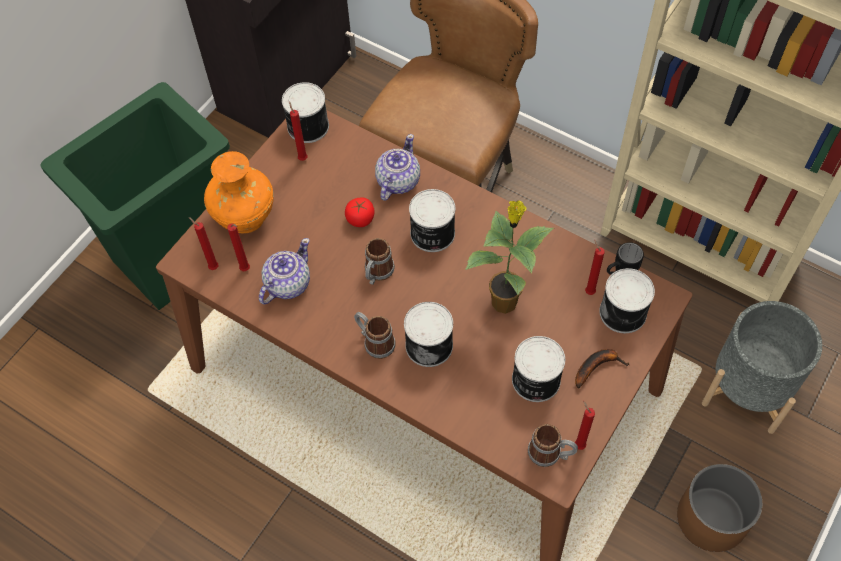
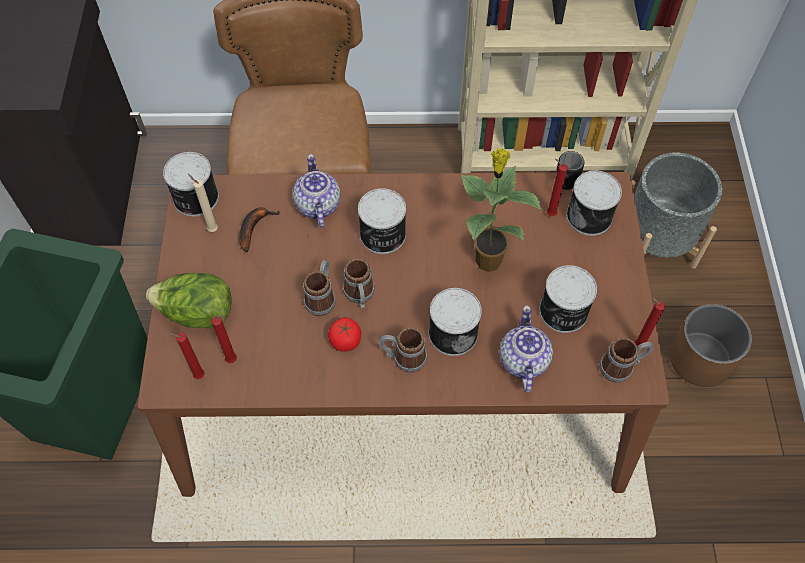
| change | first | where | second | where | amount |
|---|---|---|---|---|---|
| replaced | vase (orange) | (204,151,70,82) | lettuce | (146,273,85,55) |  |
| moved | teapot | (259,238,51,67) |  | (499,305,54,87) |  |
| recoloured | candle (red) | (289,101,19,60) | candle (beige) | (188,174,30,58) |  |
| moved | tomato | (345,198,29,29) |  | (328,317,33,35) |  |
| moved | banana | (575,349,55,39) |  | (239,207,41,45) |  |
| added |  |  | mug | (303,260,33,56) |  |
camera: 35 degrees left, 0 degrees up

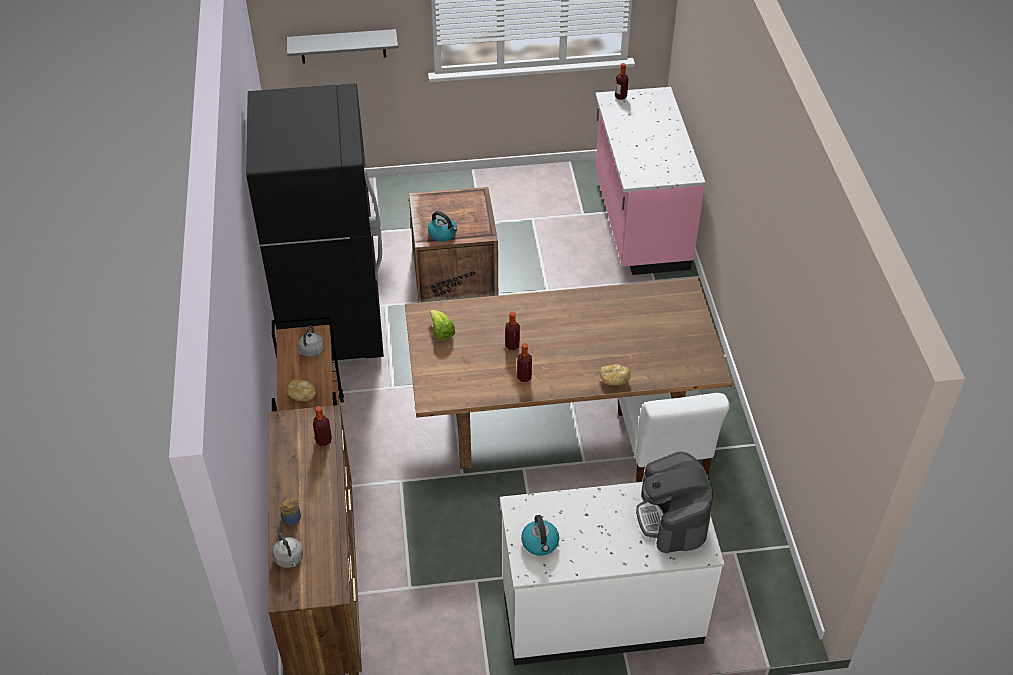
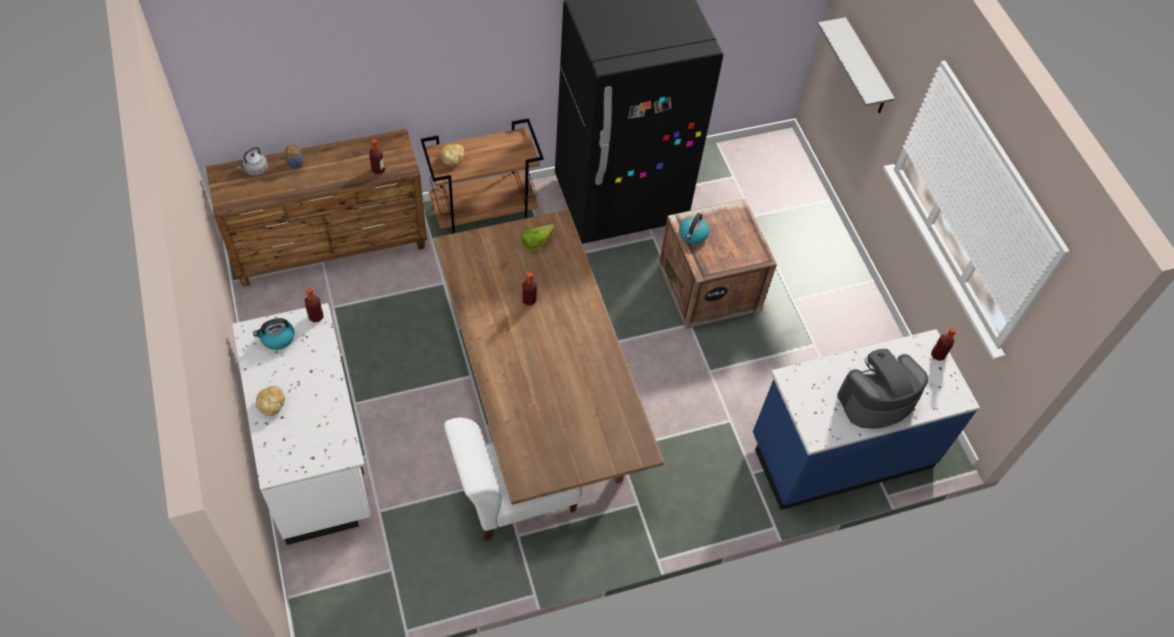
| change | first | where | second | where | amount |
|---|---|---|---|---|---|
| removed | kettle (grey) | (299,325,25,32) |  |  |  |
| moved | bottle | (517,343,15,39) |  | (305,288,19,34) |  |
| recoloured | counter (pink) | (595,87,110,188) | counter (blue) | (753,329,227,181) |  |
| moved | bread | (600,364,31,21) |  | (256,386,29,30) |  |
| moved | coffee machine | (636,452,77,101) |  | (837,349,91,80) |  |
camera: 75 degrees right, 10 degrees up

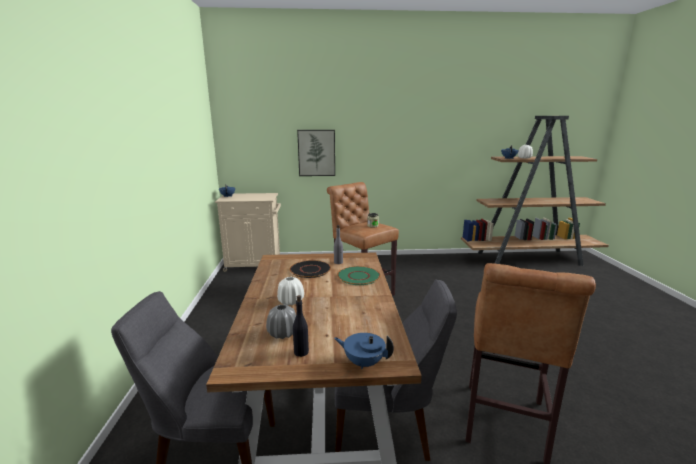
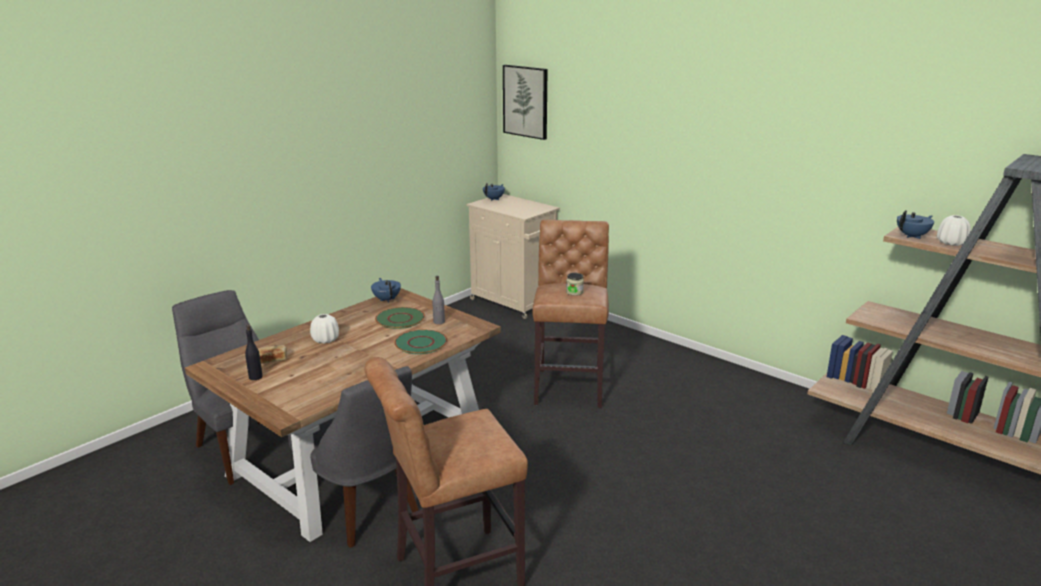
| change | first | where | second | where | amount |
|---|---|---|---|---|---|
| replaced | vase (grey) | (266,304,30,35) | bread | (258,345,29,19) |  |
| recoloured | plate (black) | (290,260,41,18) | plate (green) | (375,307,50,22) |  |
| moved | picture | (297,130,38,46) |  | (503,65,45,75) |  |
| moved | teapot (blue) | (334,333,60,36) |  | (371,278,30,24) |  |
camera: 45 degrees right, 5 degrees up

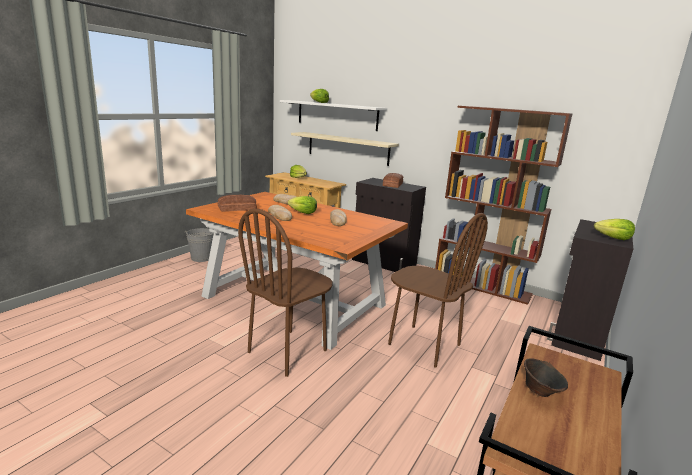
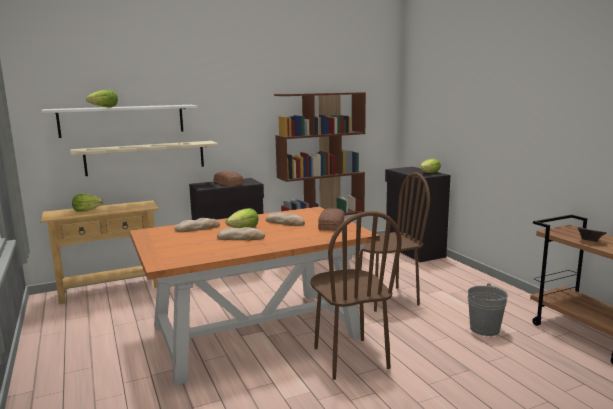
| change | first | where | second | where | amount |
|---|---|---|---|---|---|
| moved | bucket (grey) | (185,228,29,34) |  | (468,283,40,53) |  |
| moved | bread | (218,195,39,17) |  | (318,208,26,23) |  |
camera: 55 degrees left, 5 degrees down

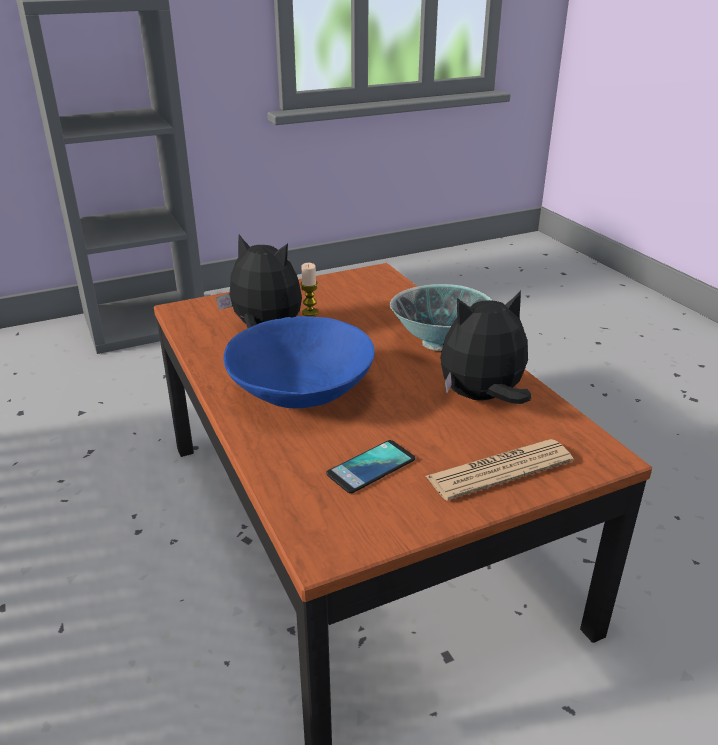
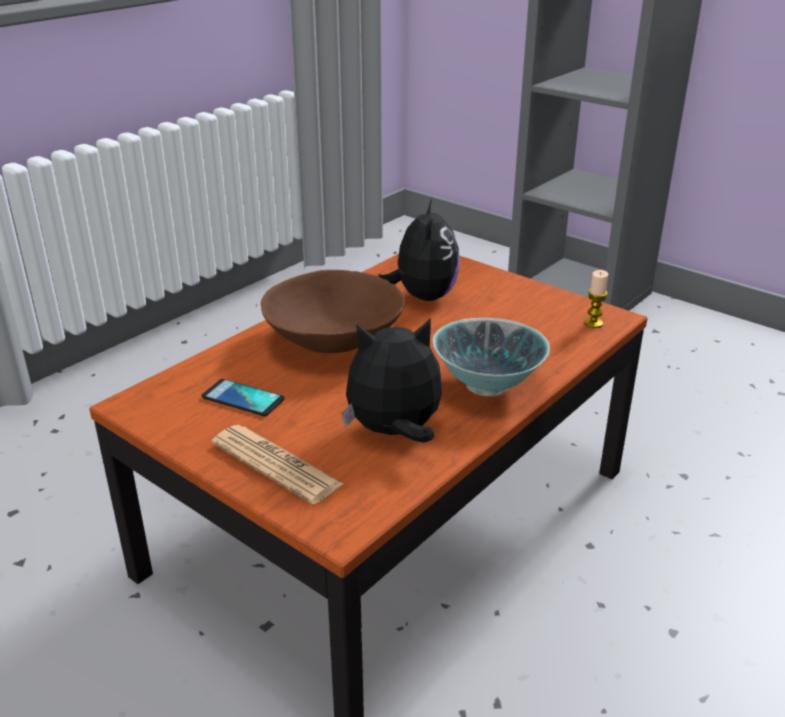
| change | first | where | second | where | amount |
|---|---|---|---|---|---|
| recoloured | bowl (blue) | (223,316,152,92) | bowl (brown) | (261,270,144,83) |  |
| moved | candle | (300,263,19,53) |  | (584,270,24,58) |  |
| turned | plush toy | (440,290,91,114) |  | (342,318,100,125) | 60 degrees counterclockwise |
camera: 65 degrees right, 0 degrees up

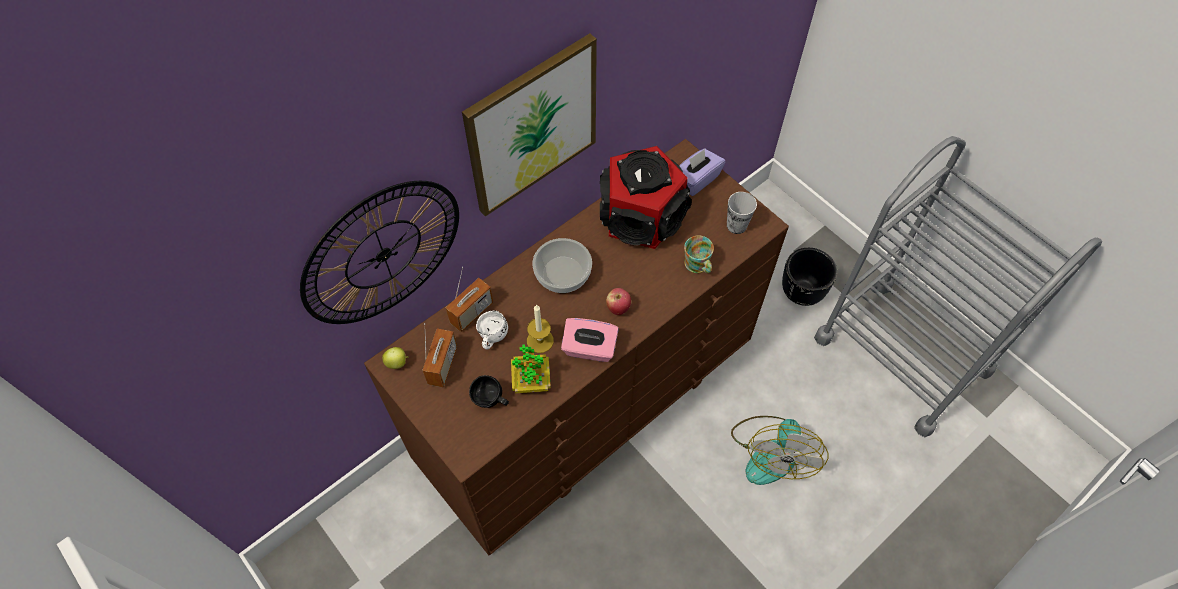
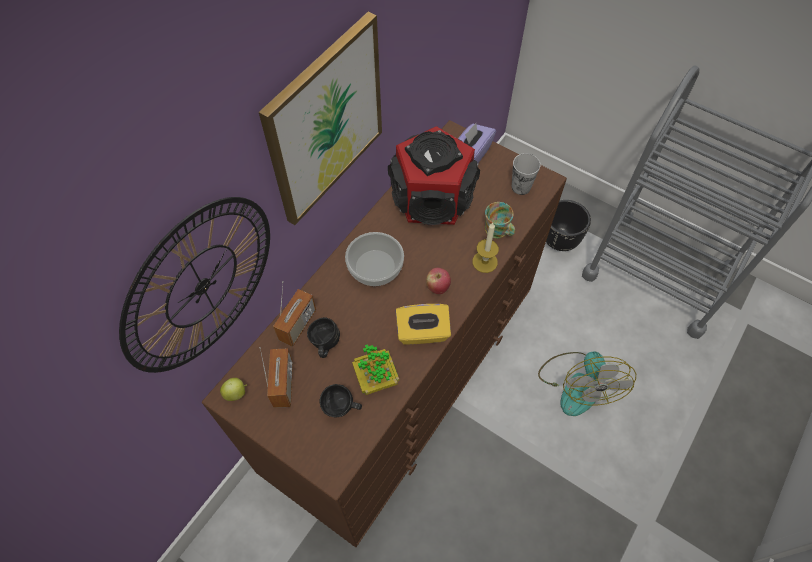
| change | first | where | second | where | amount |
|---|---|---|---|---|---|
| recoloured | mug (white) | (476,310,32,39) | mug (black) | (307,317,33,41) |  |
| moved | candle | (527,304,27,49) |  | (472,223,27,50) |  |
| recoloured | tissue box (pink) | (561,318,58,44) | tissue box (yellow) | (396,304,55,41) |  |
camera: 15 degrees left, 0 degrees up

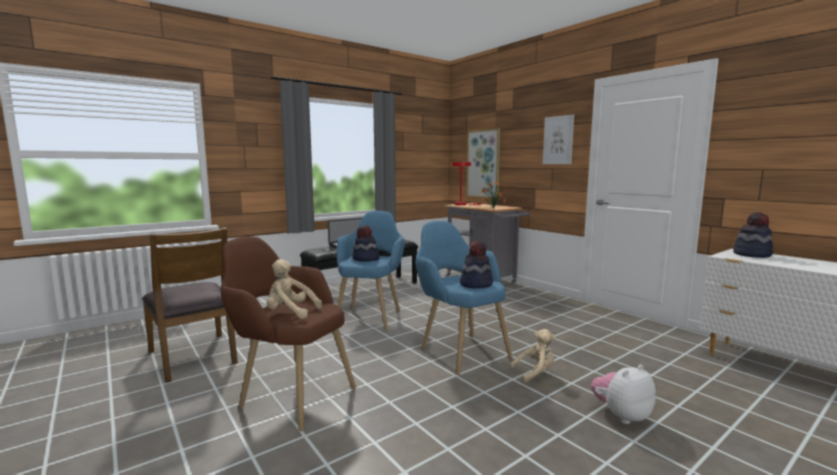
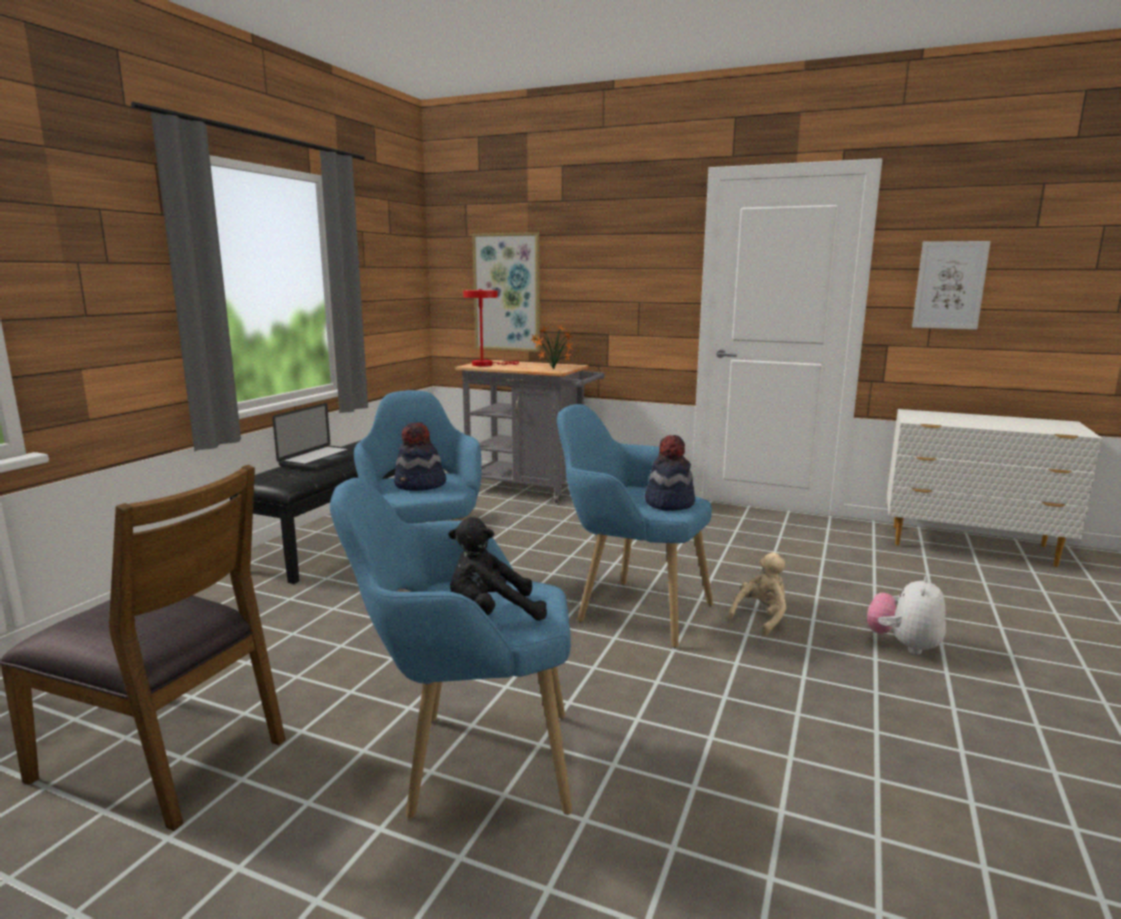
| change | first | where | second | where | amount |
|---|---|---|---|---|---|
| recoloured | armchair (brown) | (221,236,135,195) | armchair (blue) | (330,478,242,341) |  |
| recoloured | plush toy (beige) | (267,259,55,60) | plush toy (black) | (448,517,99,104) |  |
| moved | picture | (543,115,31,49) |  | (912,241,79,89) |  |
| removed | hat | (733,212,40,46) |  |  |  |
camera: 30 degrees left, 5 degrees up

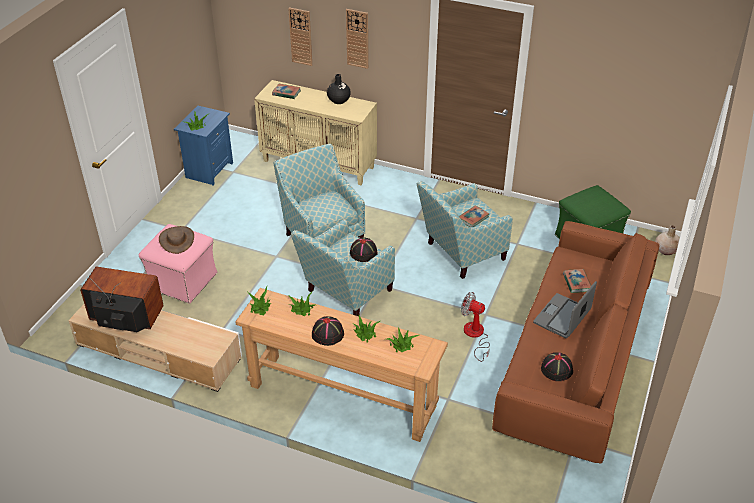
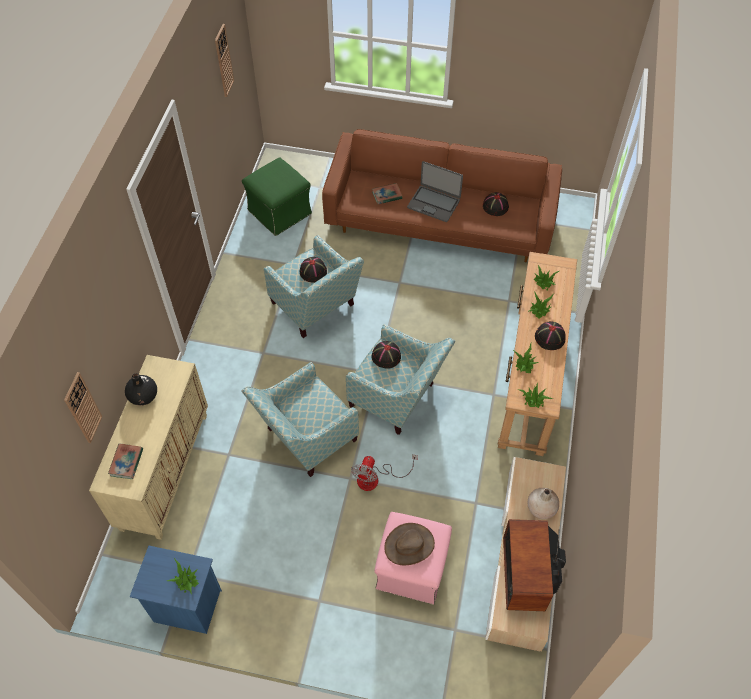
| change | first | where | second | where | amount |
|---|---|---|---|---|---|
| moved | wall clock | (346,9,22,60) |  | (215,24,19,73) |  |
| replaced | book | (459,206,30,21) | hat (black) | (300,257,27,26) |  |
| moved | fan | (461,292,29,70) |  | (351,454,67,37) |  |
| moved | vase (beige) | (655,225,25,30) |  | (528,488,31,31) |  |
camera: 100 degrees left, 15 degrees up

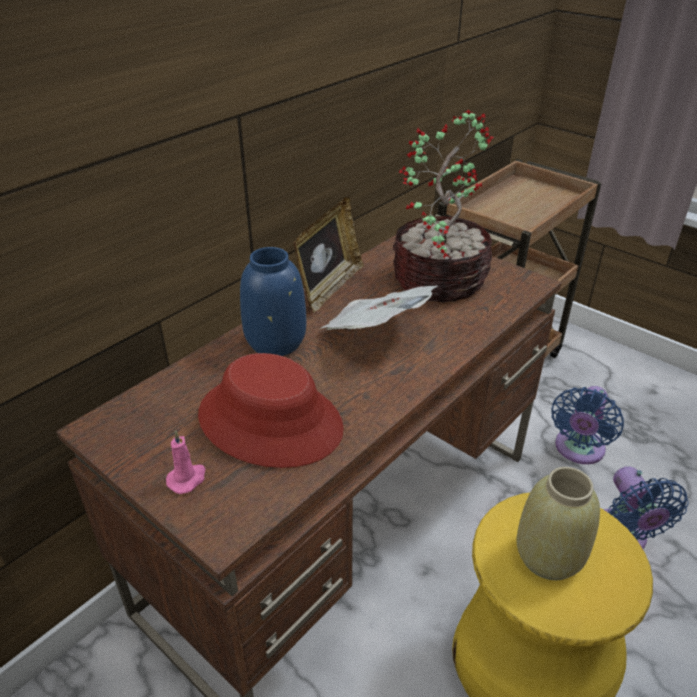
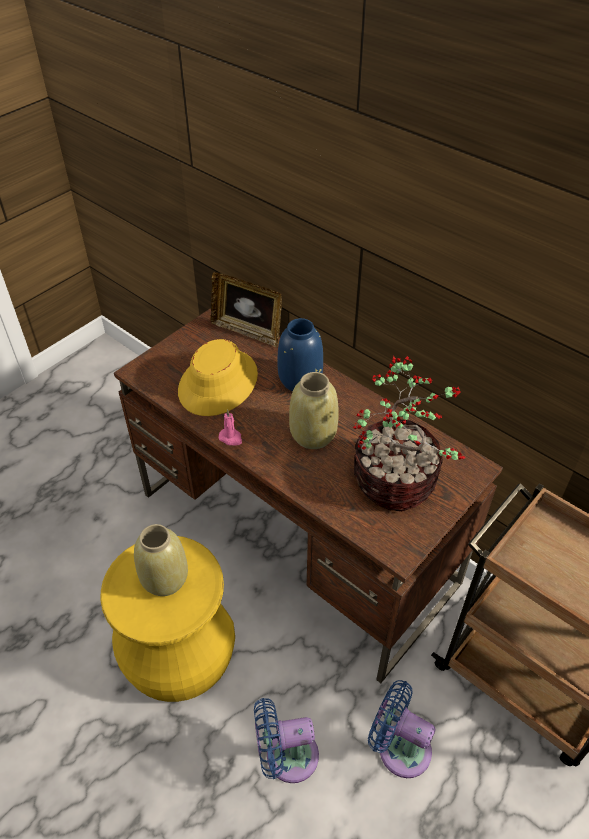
| change | first | where | second | where | amount |
|---|---|---|---|---|---|
| moved | candle (pink) | (166,430,40,64) |  | (218,409,24,36) |  |
| recoloured | hat (red) | (198,353,146,115) | hat (yellow) | (178,339,80,77) |  |
| moved | picture frame | (293,197,71,116) |  | (210,272,72,76) |  |
| replaced | newspaper | (320,285,118,45) | vase (beige) | (289,372,50,77) |  |
camera: 90 degrees right, 10 degrees up

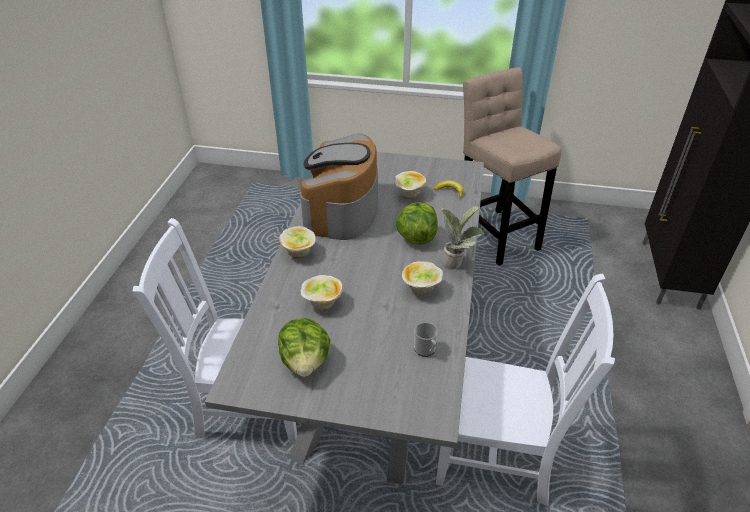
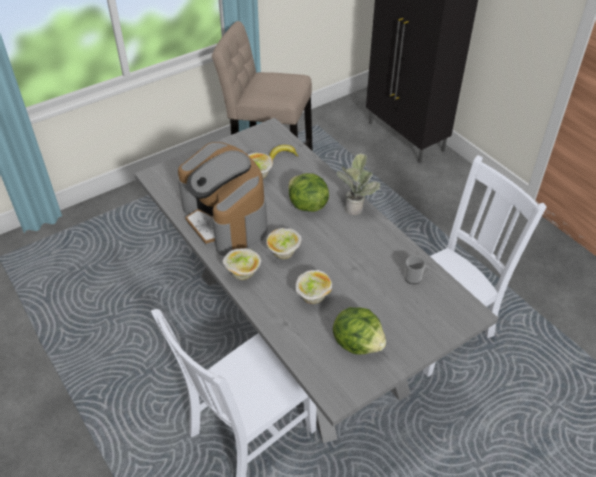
| change | first | where | second | where | amount |
|---|---|---|---|---|---|
| moved | bowl | (402,261,41,34) |  | (266,228,35,31) |  |
camera: 45 degrees left, 5 degrees up

